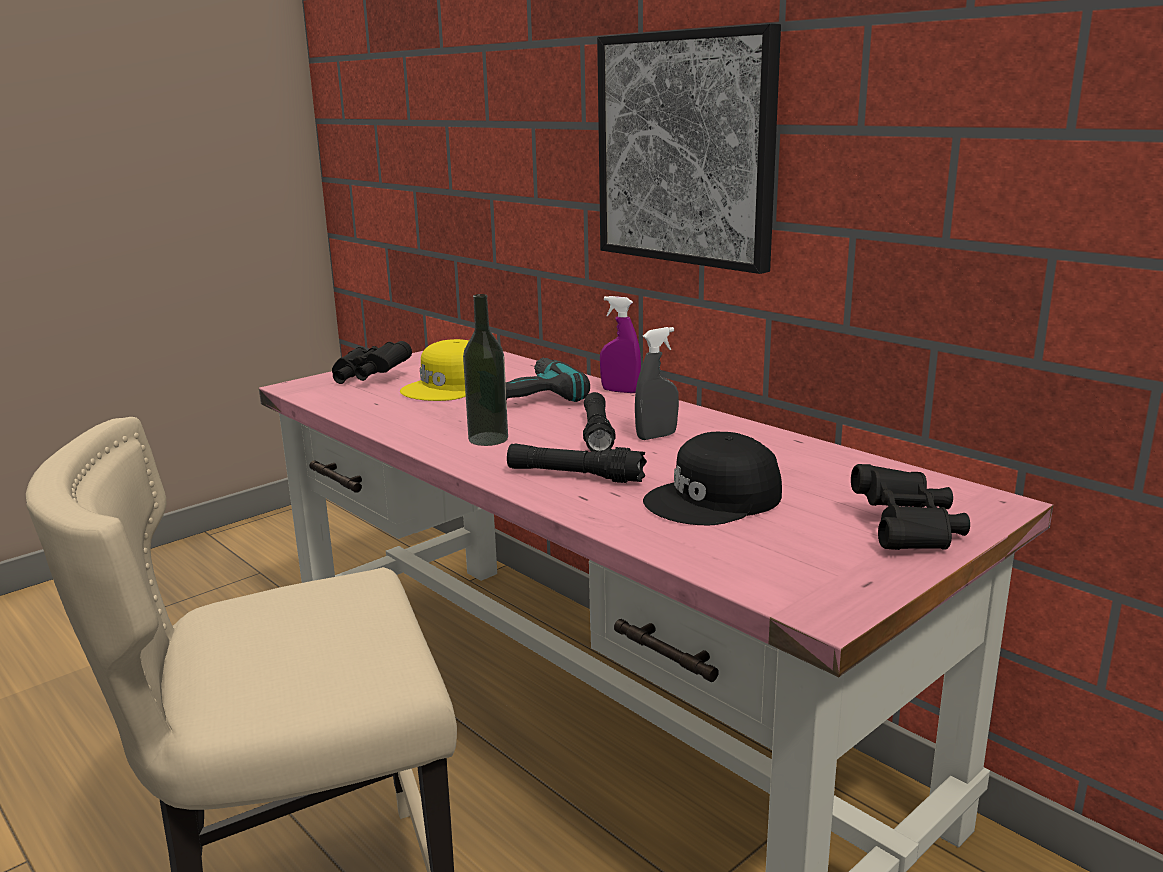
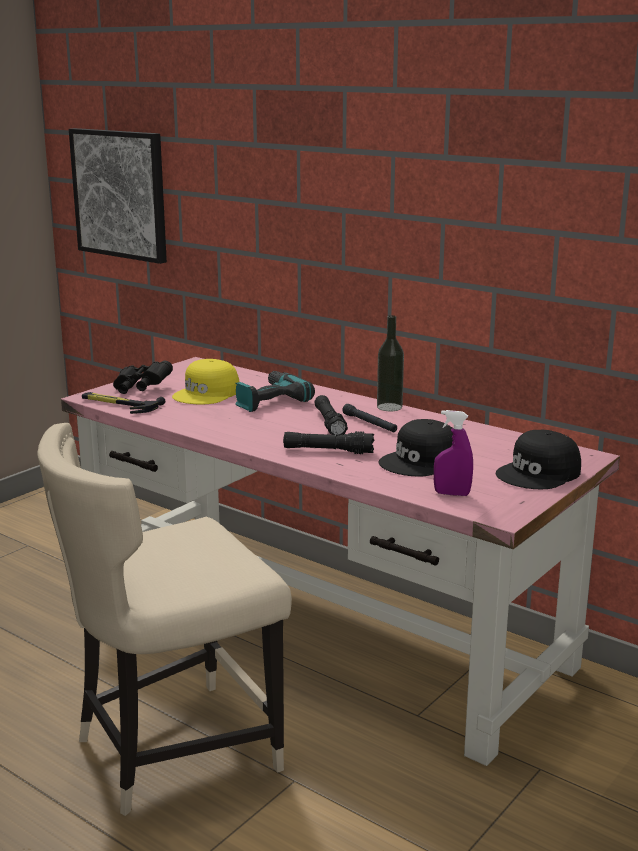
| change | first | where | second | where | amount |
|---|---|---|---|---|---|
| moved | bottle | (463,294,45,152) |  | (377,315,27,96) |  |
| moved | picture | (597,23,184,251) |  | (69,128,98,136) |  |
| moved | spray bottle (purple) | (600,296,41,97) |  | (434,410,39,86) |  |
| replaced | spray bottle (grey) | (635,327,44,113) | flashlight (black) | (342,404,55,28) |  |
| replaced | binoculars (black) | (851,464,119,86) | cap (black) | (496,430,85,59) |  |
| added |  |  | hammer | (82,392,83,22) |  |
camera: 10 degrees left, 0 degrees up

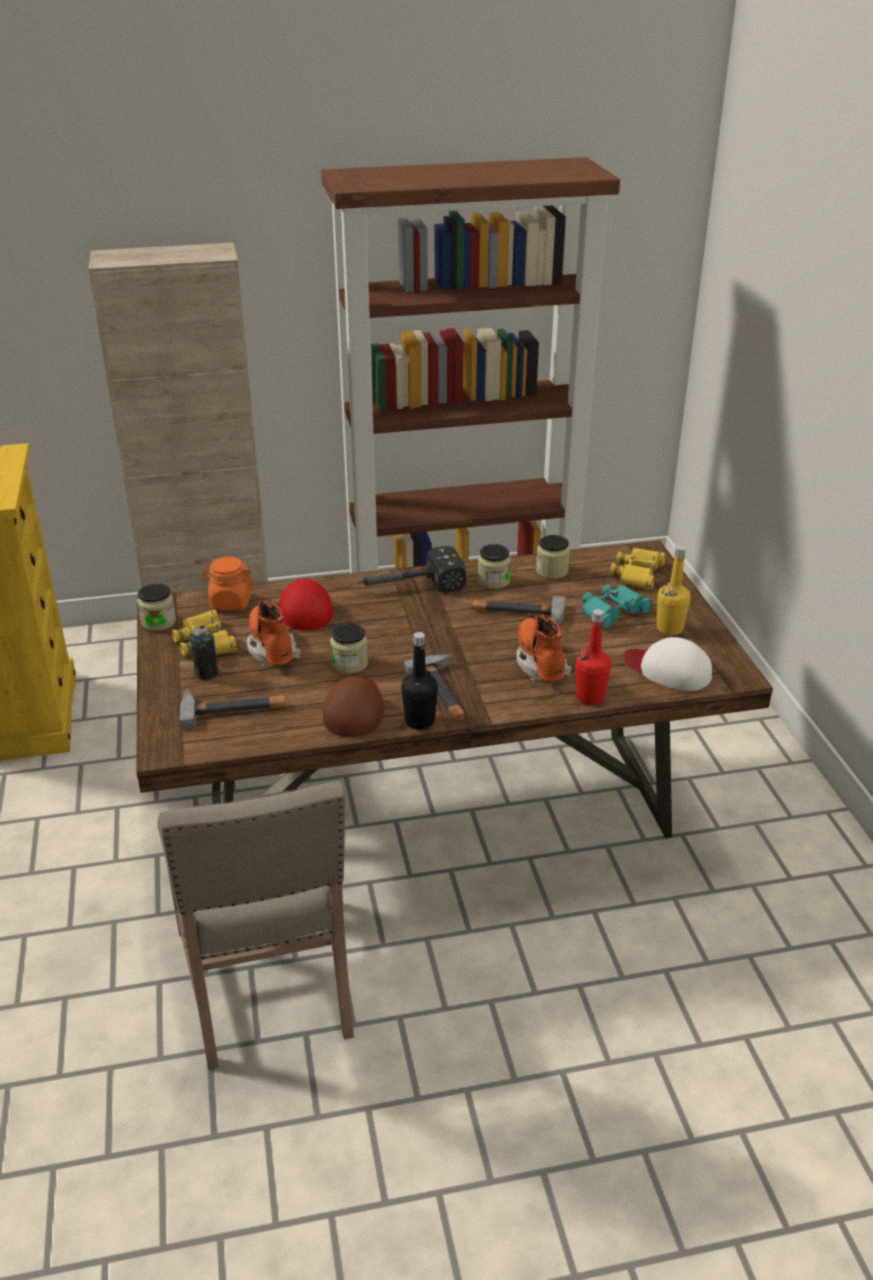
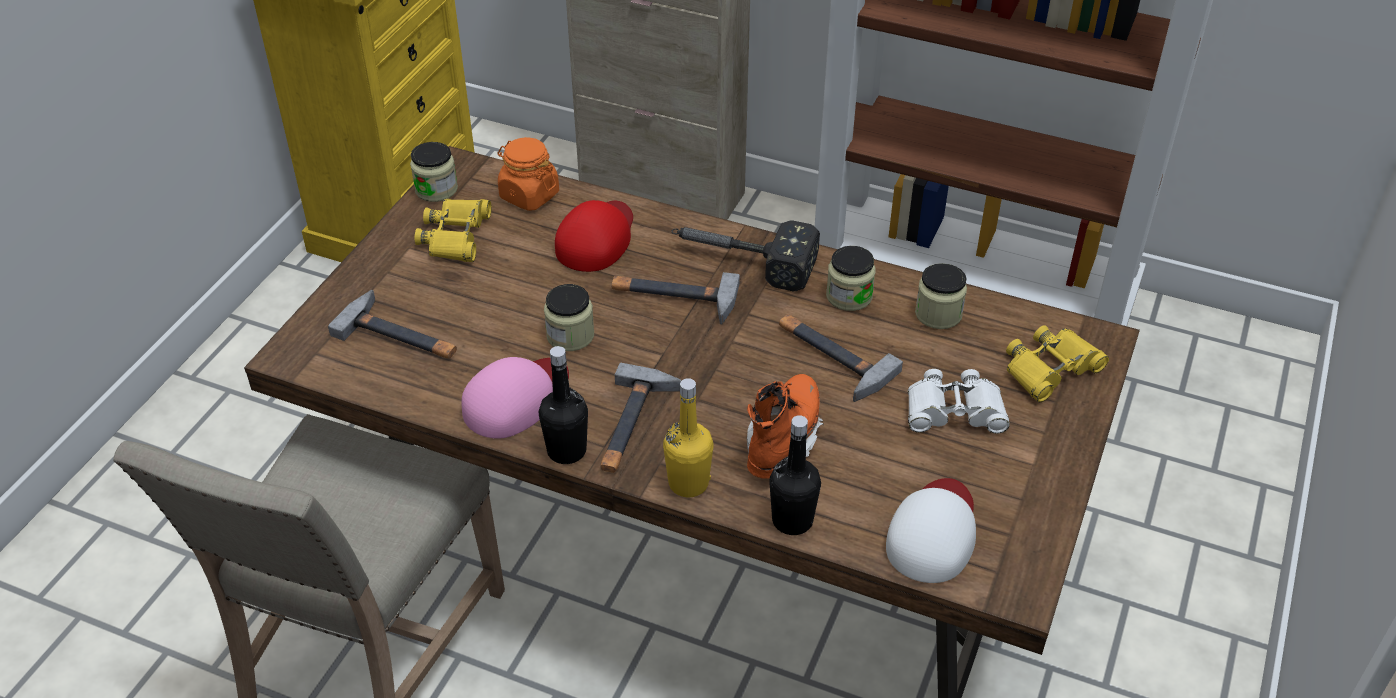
| change | first | where | second | where | amount |
|---|---|---|---|---|---|
| removed | can | (190,626,28,54) |  |  |  |
| removed | boot (orange) | (247,600,54,66) |  |  |  |
| recoloured | cap (brown) | (323,676,61,61) | cap (pink) | (462,357,107,82) |  |
| recoloured | bottle (red) | (575,609,36,96) | bottle (black) | (769,415,52,120) |  |
| recoloured | binoculars (turquoise) | (582,584,71,45) | binoculars (white) | (908,369,102,65) |  |
| turned | cap (white) | (624,637,88,54) |  | (886,478,90,105) | 45 degrees clockwise |
| moved | bottle (yellow) | (657,545,34,90) |  | (663,378,51,119) |  |
| added |  |  | hammer | (612,272,128,52) |  |
camera: 35 degrees right, 10 degrees up

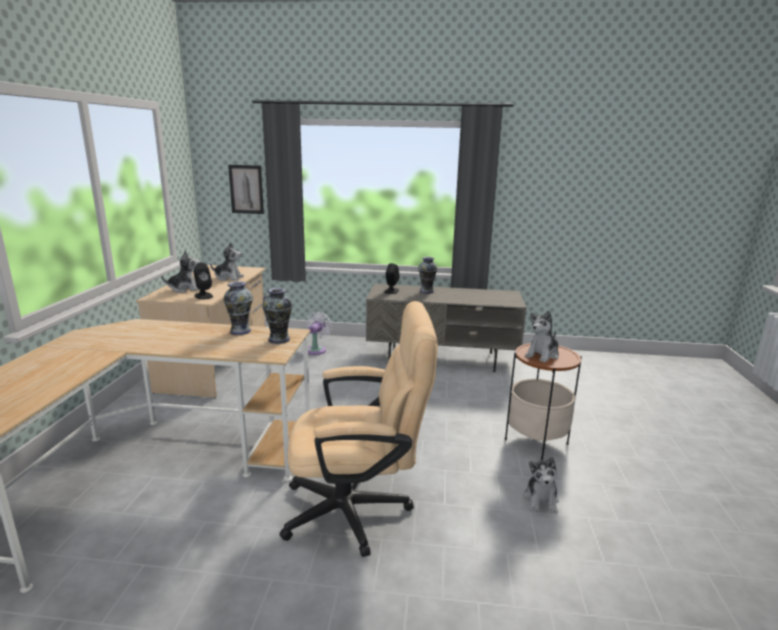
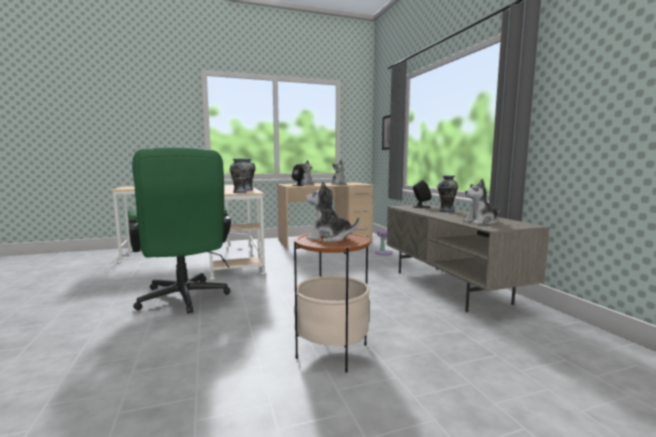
| change | first | where | second | where | amount |
|---|---|---|---|---|---|
| recoloured | office chair (beige) | (280,301,158,256) | office chair (green) | (128,147,103,167) |  |
| moved | plush toy | (524,457,35,57) |  | (463,179,38,46) |  |
camera: 65 degrees right, 10 degrees down

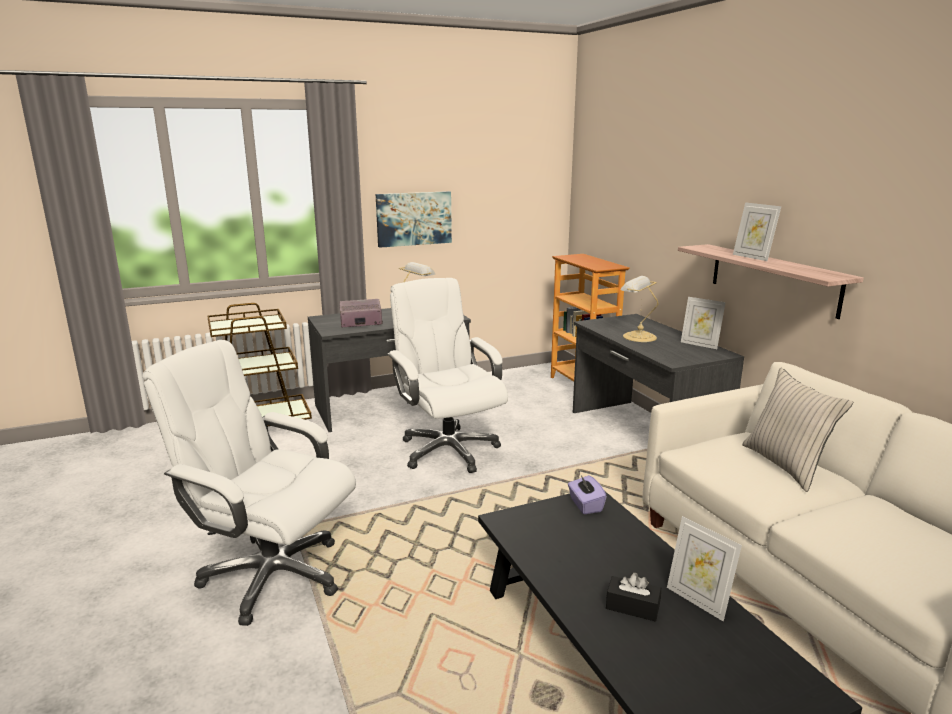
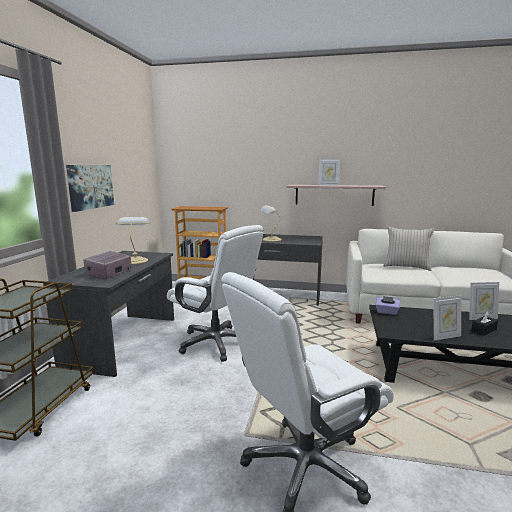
| change | first | where | second | where | amount |
|---|---|---|---|---|---|
| turned | office chair (white) | (387,278,121,195) |  | (167,225,96,137) | 150 degrees counterclockwise |
| moved | picture frame | (681,297,45,52) |  | (434,295,27,46) |  |
camera: 55 degrees left, 5 degrees down

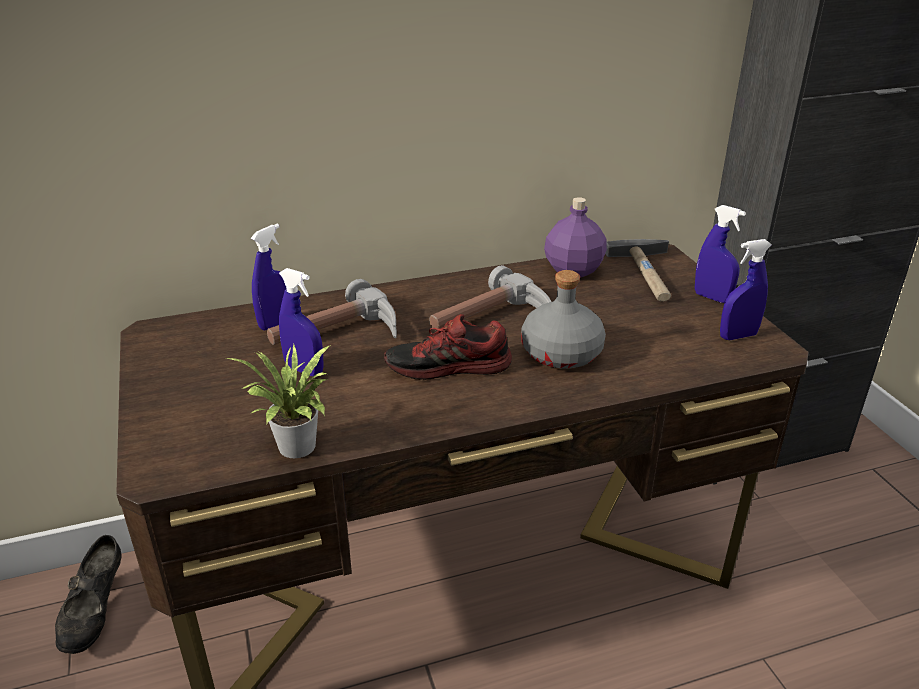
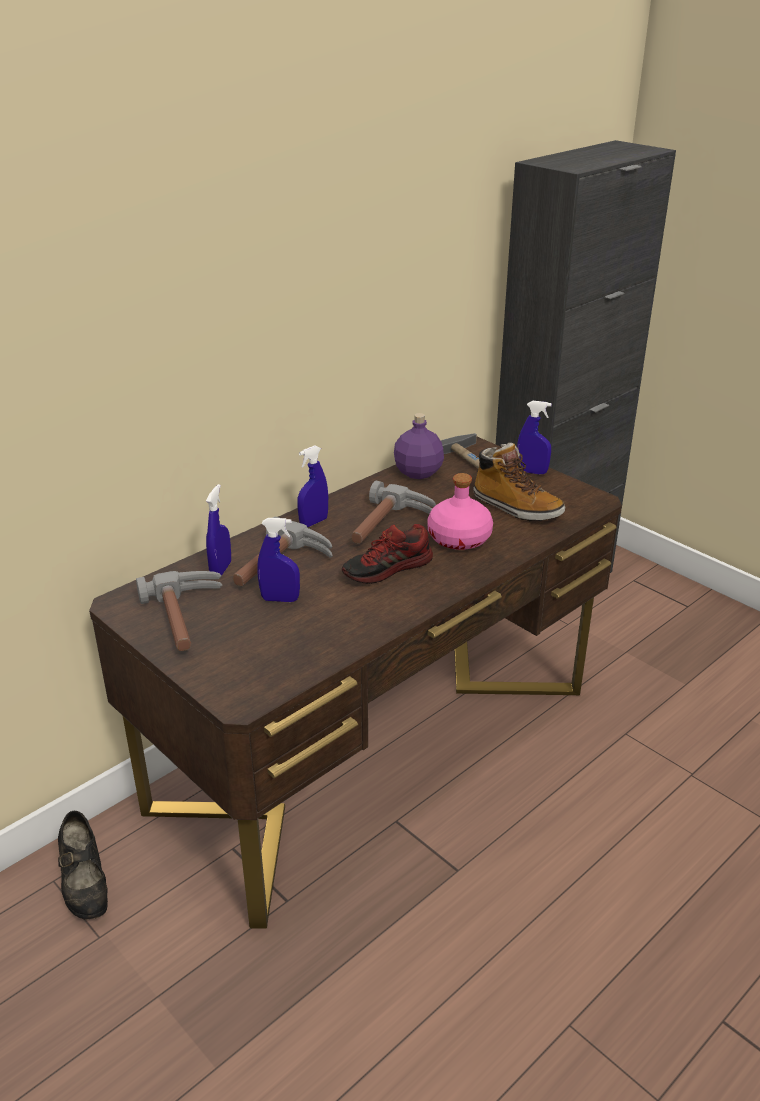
| change | first | where | second | where | amount |
|---|---|---|---|---|---|
| removed | potted plant | (226,343,105,115) |  |  |  |
| recoloured | bottle (grey) | (521,270,85,98) | bottle (pink) | (427,473,66,77) |  |
| moved | spray bottle (blue) | (720,239,52,101) |  | (297,445,31,82) |  |
| added |  |  | hammer | (136,571,86,80) |  |
| added |  |  | boot | (473,443,92,78) |  |
camera: 25 degrees left, 0 degrees up

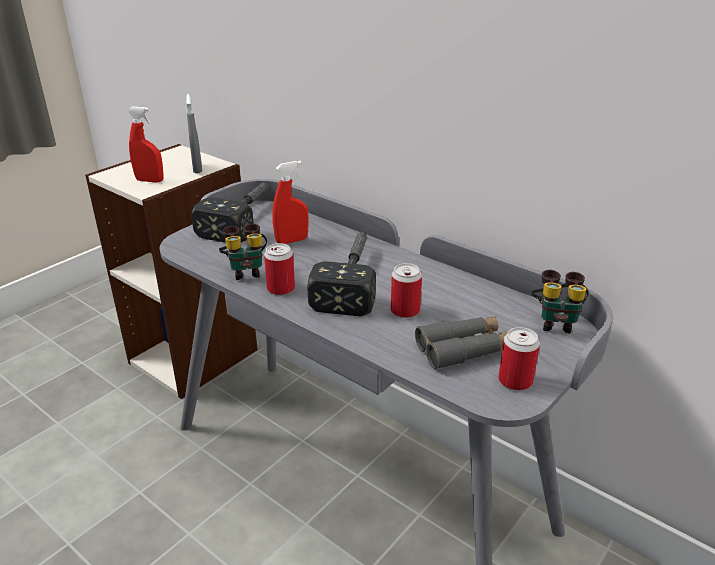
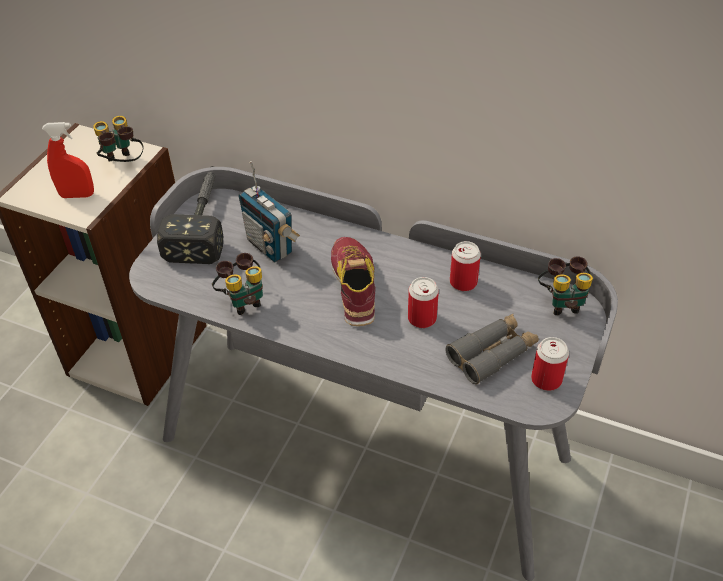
| change | first | where | second | where | amount |
|---|---|---|---|---|---|
| replaced | spray bottle (grey) | (186,94,16,79) | binoculars | (93,116,51,46) |  |
| moved | can | (264,243,31,52) |  | (450,241,31,50) |  |
| replaced | spray bottle (red) | (272,161,37,83) | radio | (238,161,62,101) |  |
| replaced | hammer | (307,232,69,84) | shoe | (331,237,45,89) |  |
camera: 15 degrees left, 15 degrees up

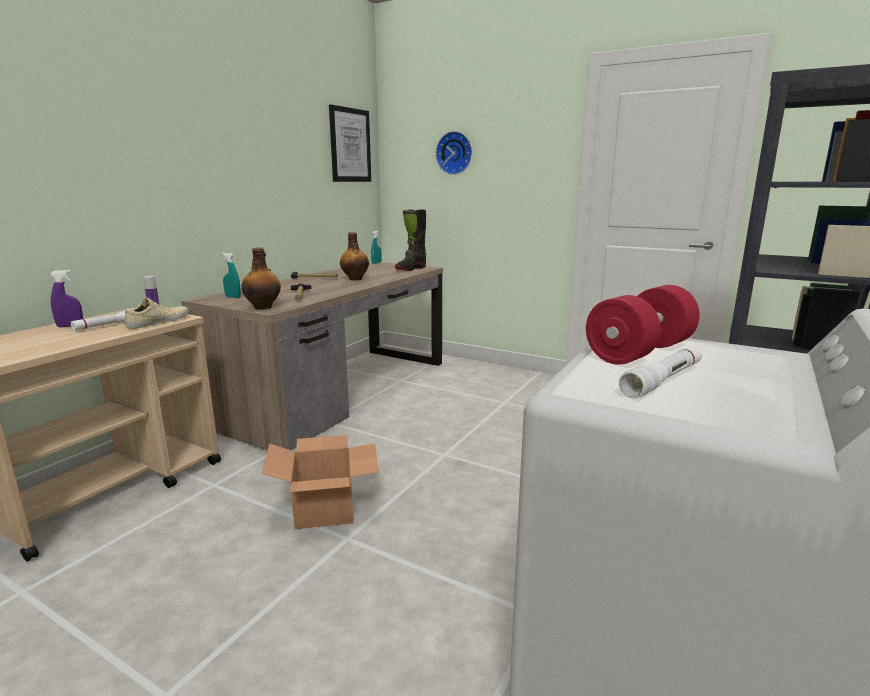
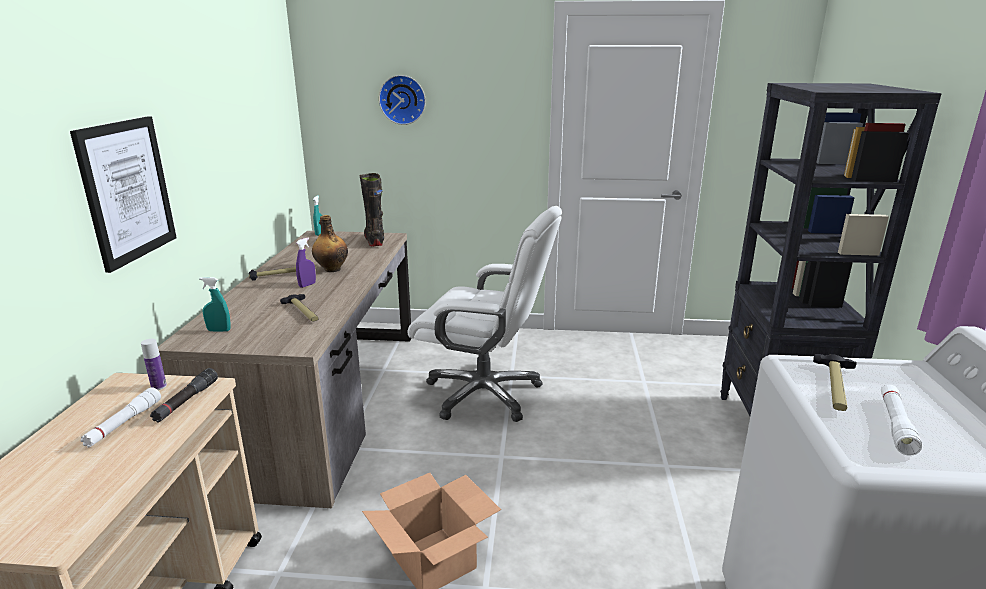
| change | first | where | second | where | amount |
|---|---|---|---|---|---|
| moved | spray bottle (purple) | (50,270,33,57) |  | (296,237,20,51) |  |
| replaced | shoe (beige) | (125,297,64,32) | flashlight (black) | (150,368,68,54) |  |
| removed | bottle | (242,247,39,63) |  |  |  |
| moved | picture | (329,104,42,78) |  | (70,117,106,156) |  |
| turned | boot (black) | (395,210,31,61) |  | (359,173,25,73) | 150 degrees clockwise |
| replaced | dumbbell (red) | (586,285,114,80) | hammer | (813,354,44,57) |  |
| added |  |  | office chair (white) | (408,206,154,216) |  |
camera: 25 degrees left, 5 degrees up

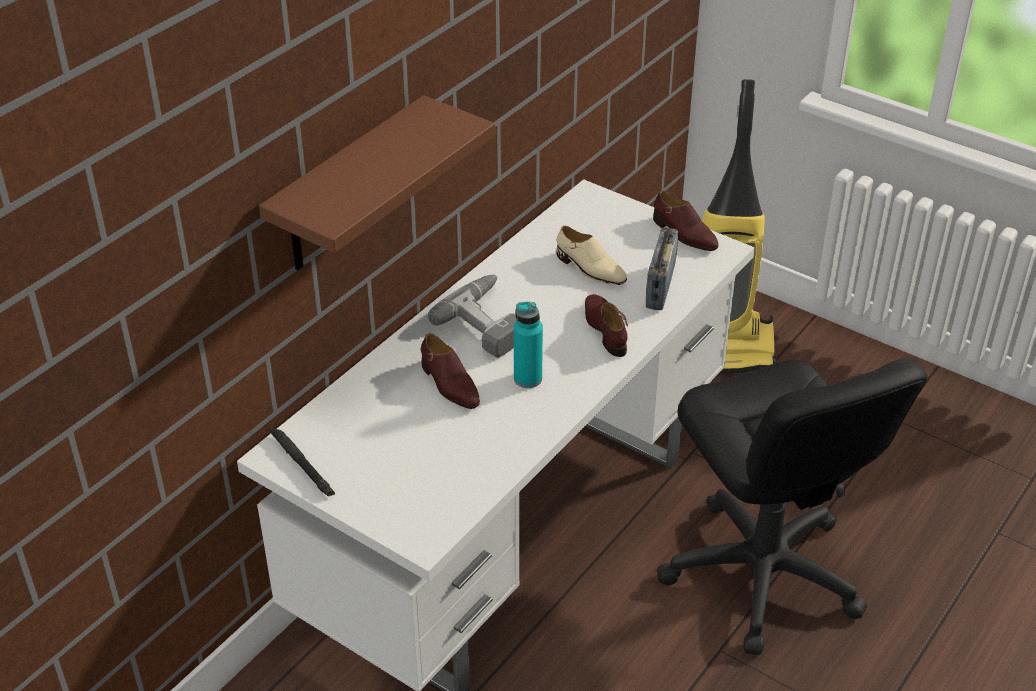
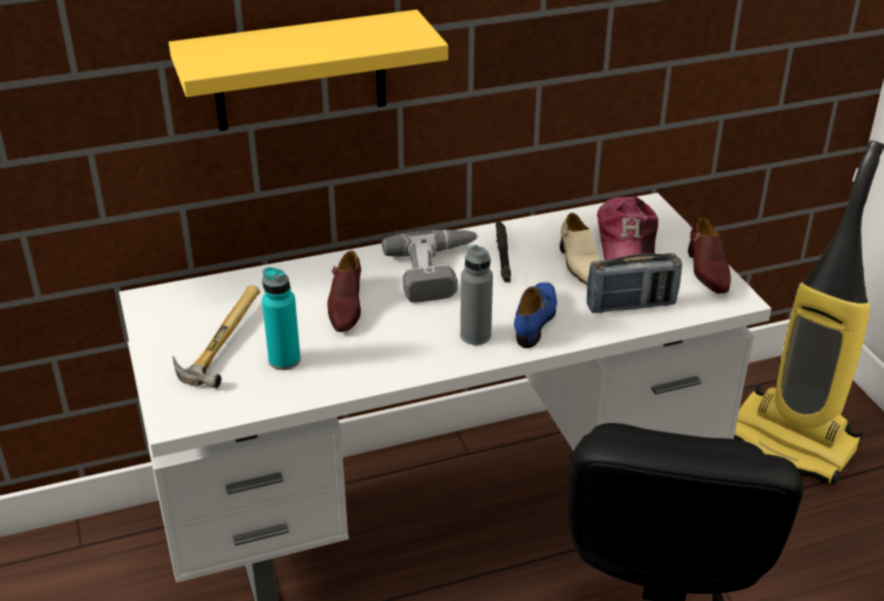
| change | first | where | second | where | amount |
|---|---|---|---|---|---|
| recoloured | shelf (brown) | (259,95,236,175) | shelf (yellow) | (169,10,279,121) |  |
| moved | flashlight (black) | (270,429,65,67) |  | (496,221,15,62) |  |
| moved | bottle (turquoise) | (514,302,29,86) |  | (262,267,39,103) |  |
| recoloured | shoe (brown) | (585,294,43,63) | shoe (blue) | (514,282,43,66) |  |
| turned | radio | (646,228,32,82) |  | (587,253,95,60) | 150 degrees counterclockwise |
| added |  |  | hammer | (172,286,88,102) |  |
| added |  |  | bottle (grey) | (460,245,33,100) |  |
| added |  |  | cap | (597,197,61,63) |  |
camera: 35 degrees right, 5 degrees down

